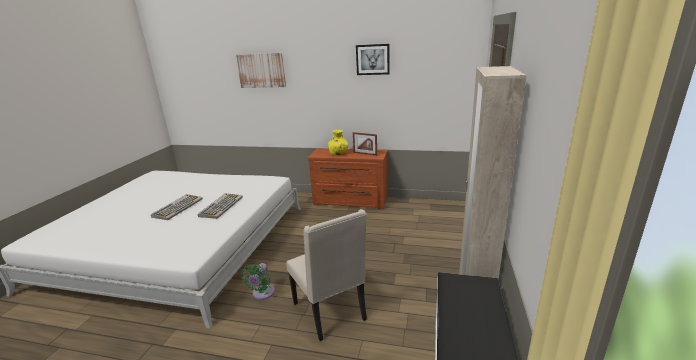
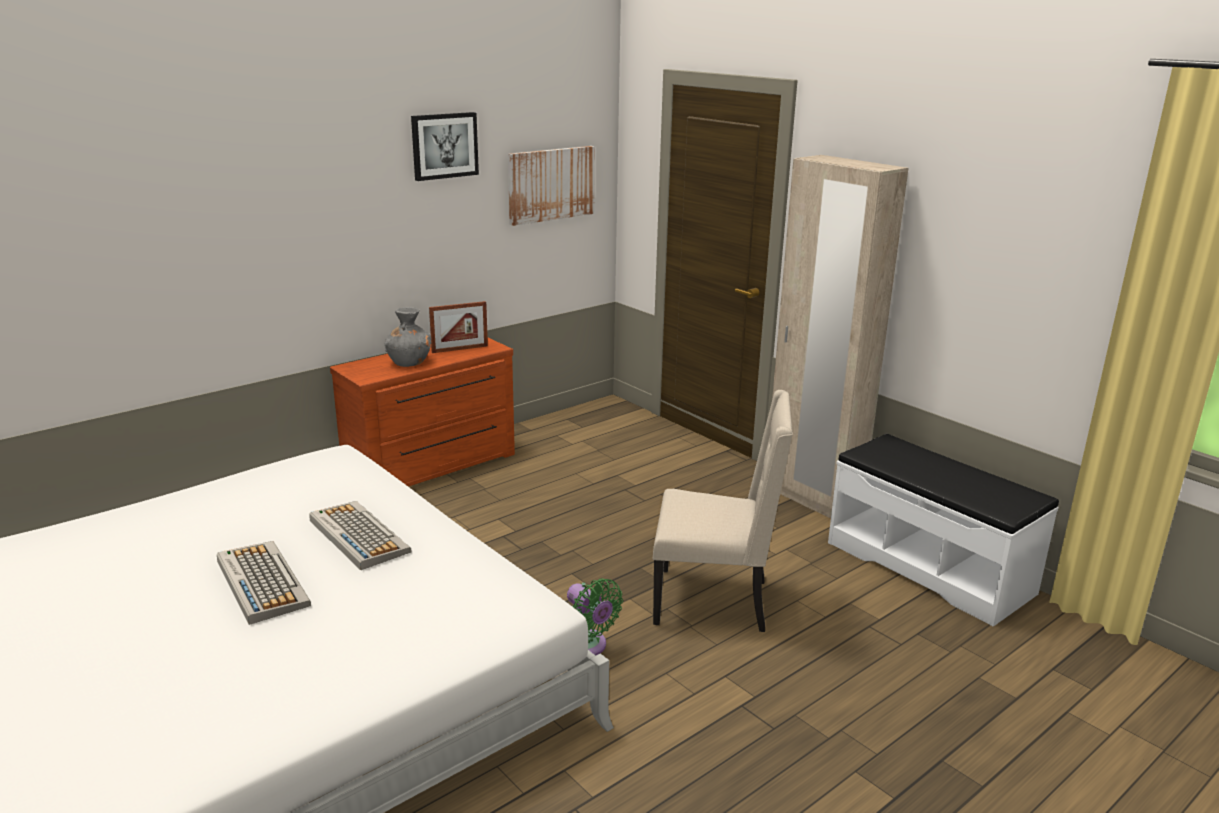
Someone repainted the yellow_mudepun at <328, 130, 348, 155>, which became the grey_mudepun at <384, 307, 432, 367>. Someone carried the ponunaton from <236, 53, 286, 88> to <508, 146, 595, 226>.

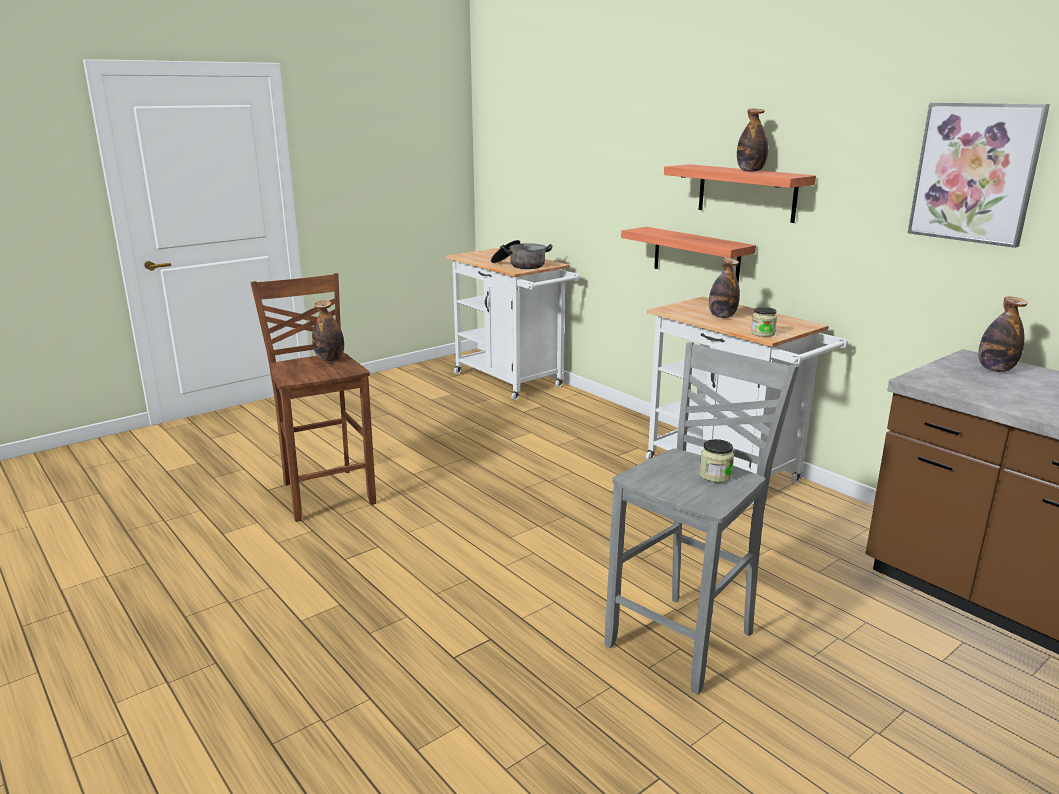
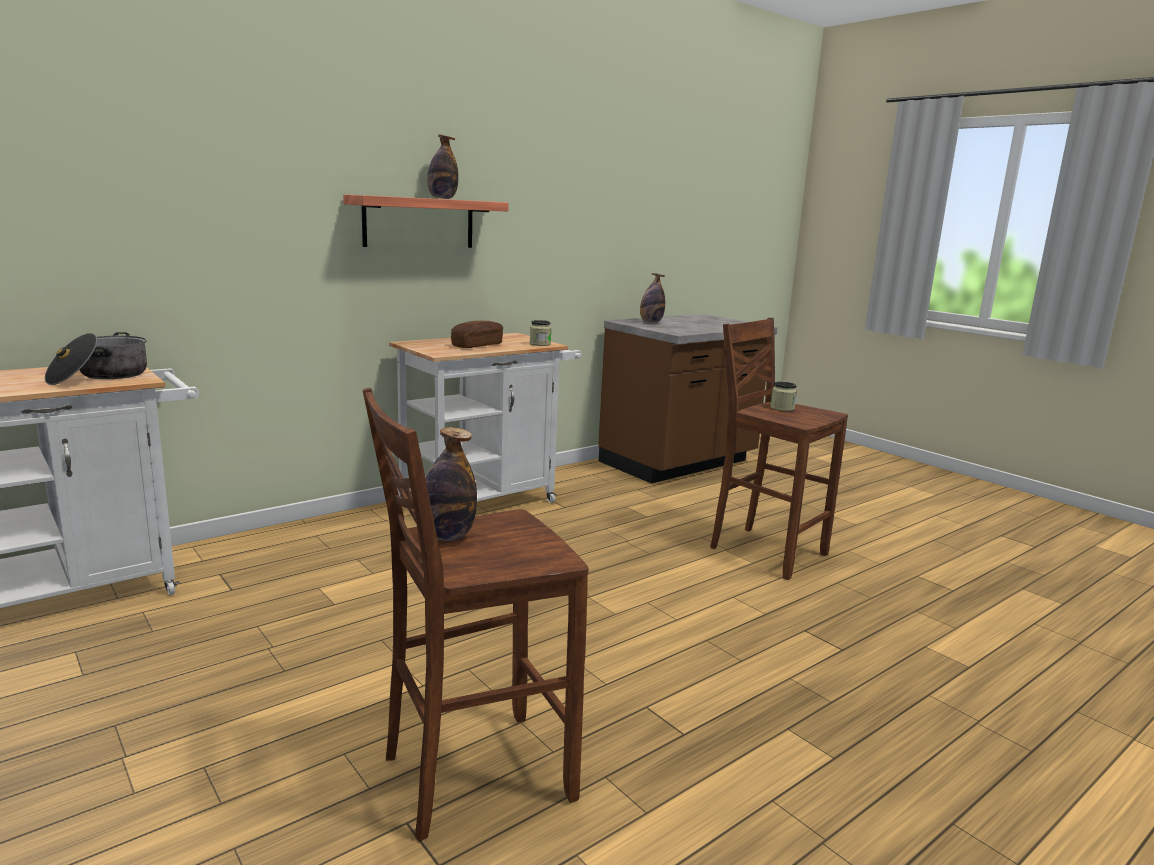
Someone swapped the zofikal at <709, 258, 740, 318> for the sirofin at <451, 321, 503, 348>. Someone repainted the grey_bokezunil at <604, 342, 799, 695>, which became the brown_bokezunil at <710, 318, 848, 580>. Someone took away the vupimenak at <621, 227, 756, 284>. Someone took away the ponunaton at <908, 103, 1050, 248>.

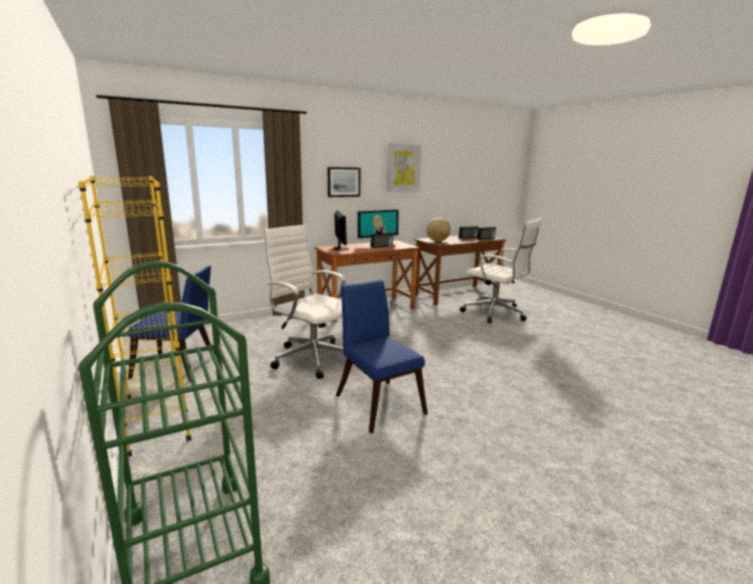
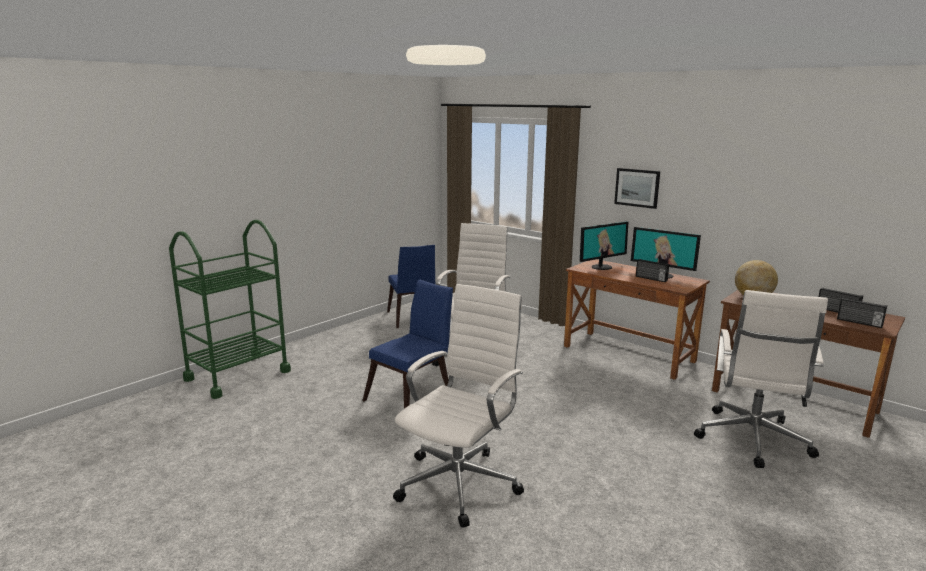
Someone put down the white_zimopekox at <393, 284, 524, 528>. Someone took away the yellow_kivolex at <78, 176, 191, 456>. Someone took away the ponunaton at <387, 143, 421, 192>.

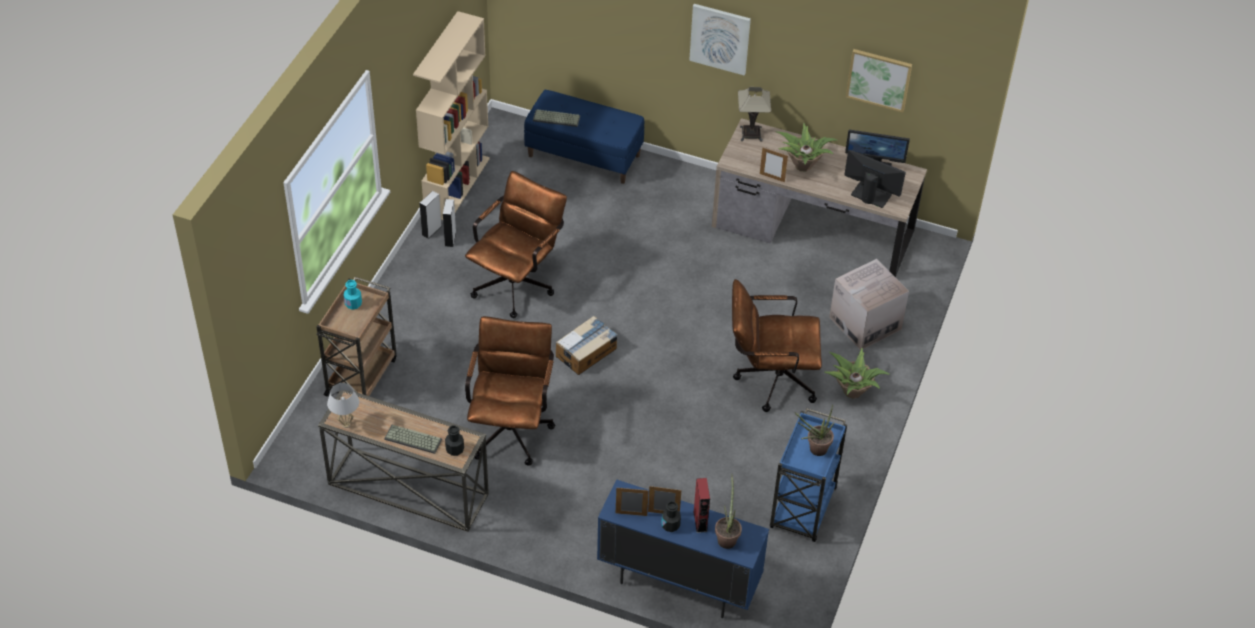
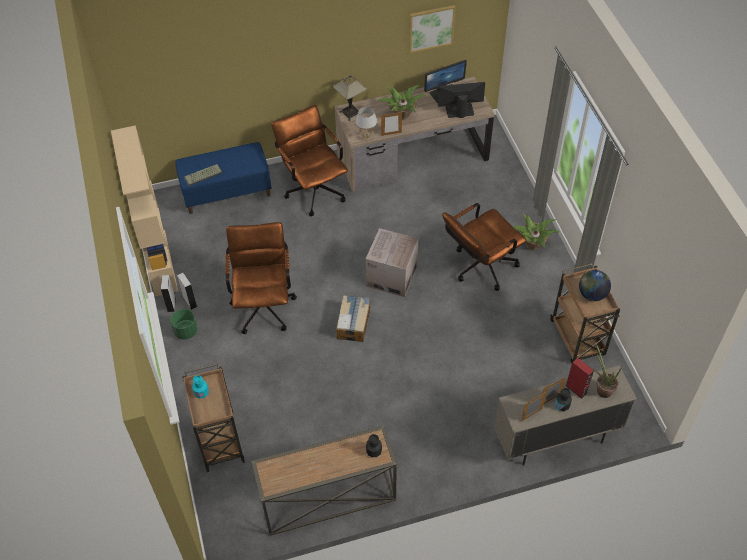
Someone put down the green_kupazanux at <170, 309, 198, 340>. Someone carried the brown_zimopekox from <465, 316, 556, 466> to <271, 105, 348, 216>. Someone carried the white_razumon from <327, 383, 359, 428> to <356, 107, 377, 140>. Someone carried the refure from <829, 259, 909, 350> to <366, 228, 418, 297>. Someone repainted the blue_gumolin at <597, 479, 769, 618>, which became the beige_gumolin at <494, 365, 637, 465>. Someone repainted the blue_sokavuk at <770, 408, 847, 542>, which became the brown_sokavuk at <550, 263, 620, 363>. Someone swapped the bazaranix at <794, 404, 834, 456> for the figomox at <579, 270, 611, 301>. Someone took away the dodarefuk at <384, 425, 442, 454>. Someone took away the ponunaton at <689, 4, 751, 75>.

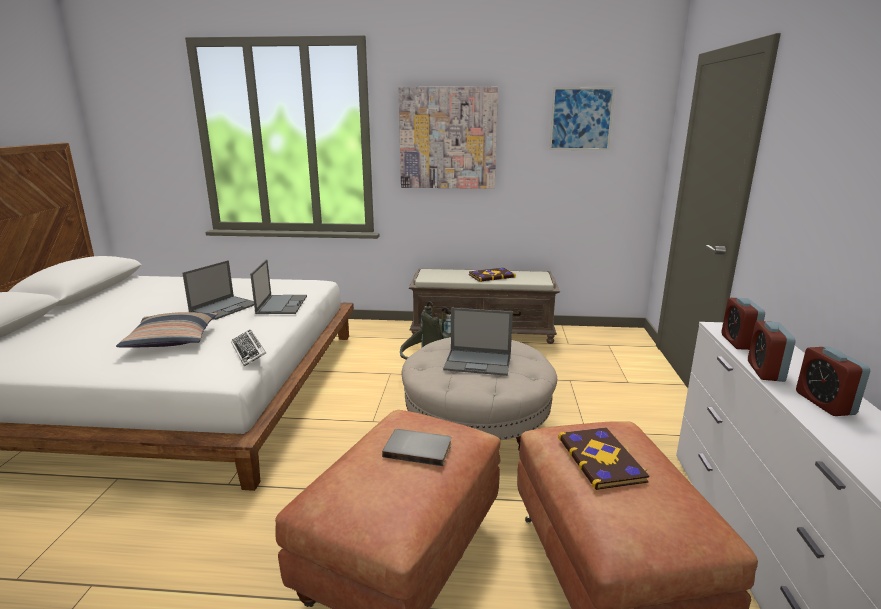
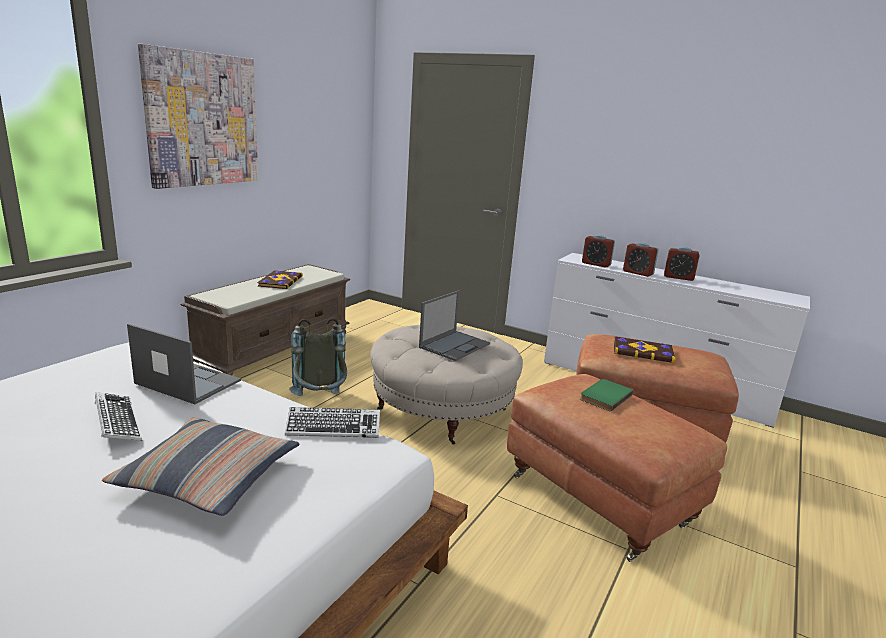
Someone swapped the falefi at <182, 260, 254, 320> for the dodarefuk at <95, 392, 142, 441>. Someone repainted the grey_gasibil at <382, 429, 451, 466>, which became the green_gasibil at <580, 379, 634, 412>. Someone took away the ponunaton at <549, 87, 615, 150>.

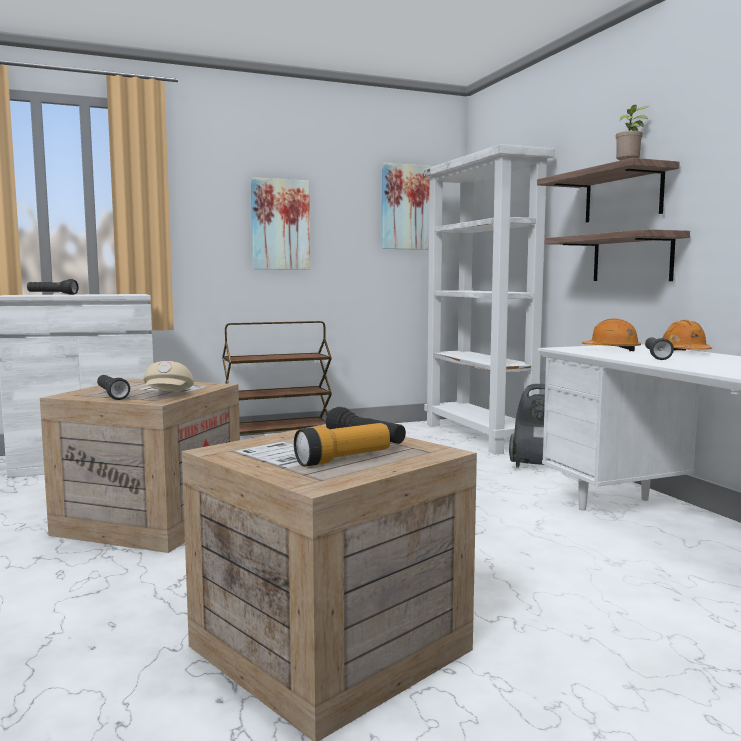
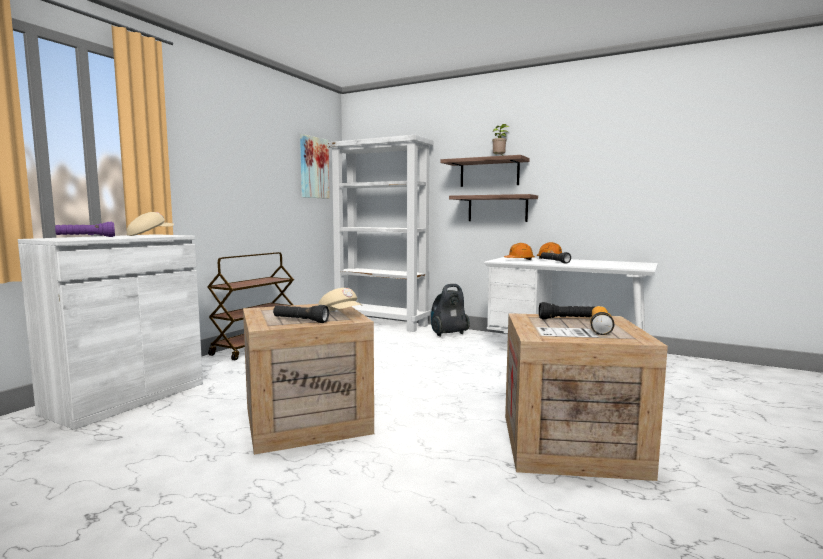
Someone repainted the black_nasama at <27, 279, 78, 295>, which became the purple_nasama at <55, 222, 115, 237>. Someone put down the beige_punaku at <127, 212, 174, 236>. Someone took away the ponunaton at <251, 177, 310, 270>.

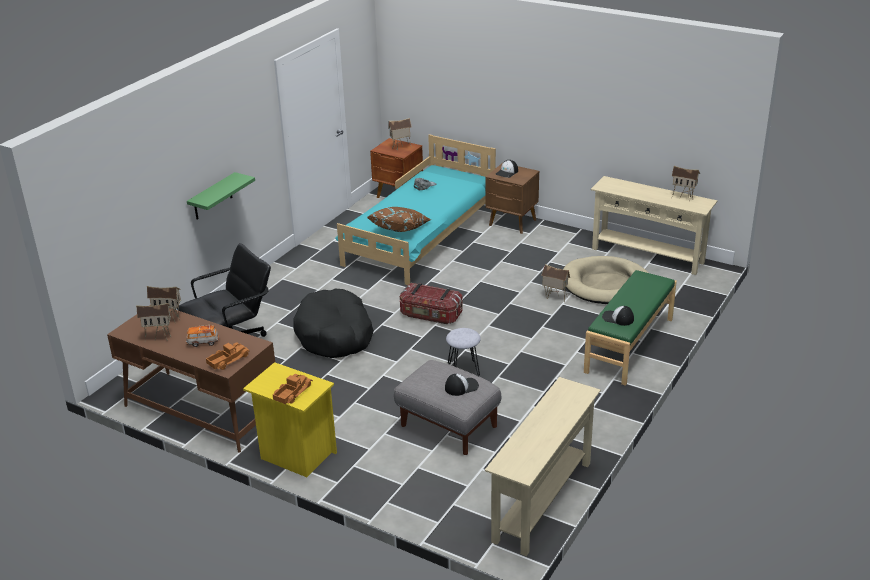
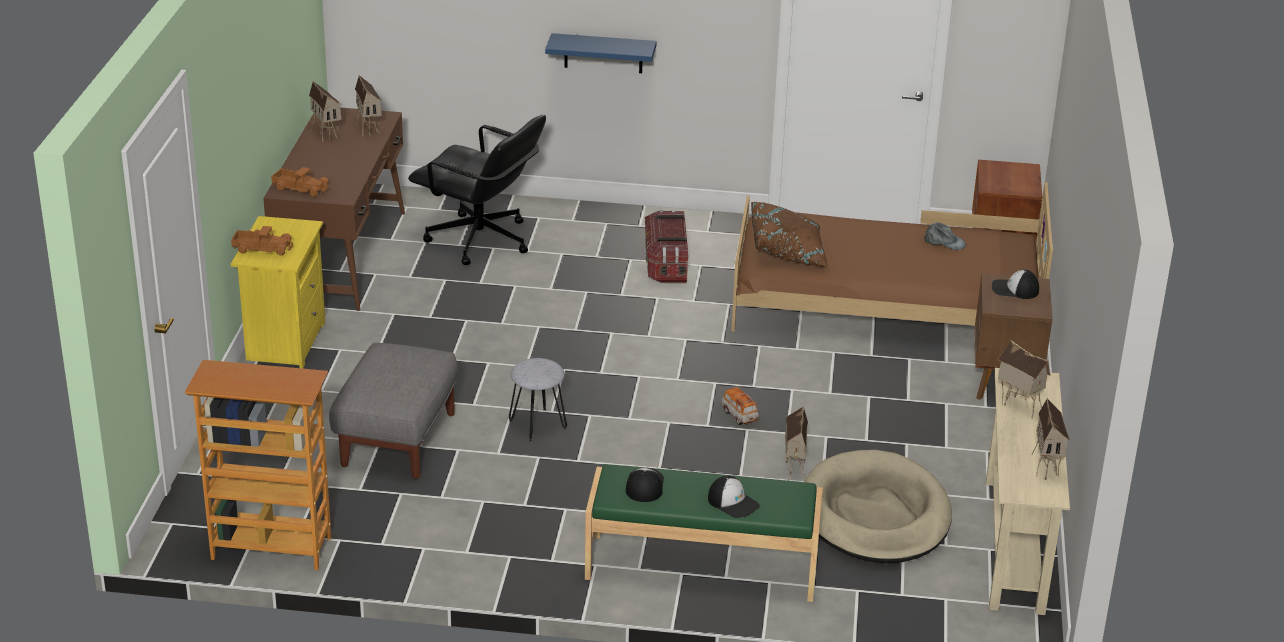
Someone swapped the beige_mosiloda at <485, 377, 601, 556> for the kivolex at <185, 360, 331, 570>. Someone repainted the green_vupimenak at <187, 172, 255, 220>, which became the blue_vupimenak at <545, 33, 657, 73>. Someone carried the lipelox from <400, 283, 463, 324> to <645, 210, 689, 283>. Someone carried the punaku from <445, 374, 479, 396> to <708, 475, 760, 518>. Someone carried the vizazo from <186, 325, 219, 347> to <721, 387, 759, 425>. Someone repainted the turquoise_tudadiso at <335, 134, 496, 285>, which became the brown_tudadiso at <731, 182, 1053, 331>. Someone carried the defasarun from <388, 118, 412, 151> to <998, 340, 1050, 419>. Someone took away the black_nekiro at <293, 289, 374, 358>.

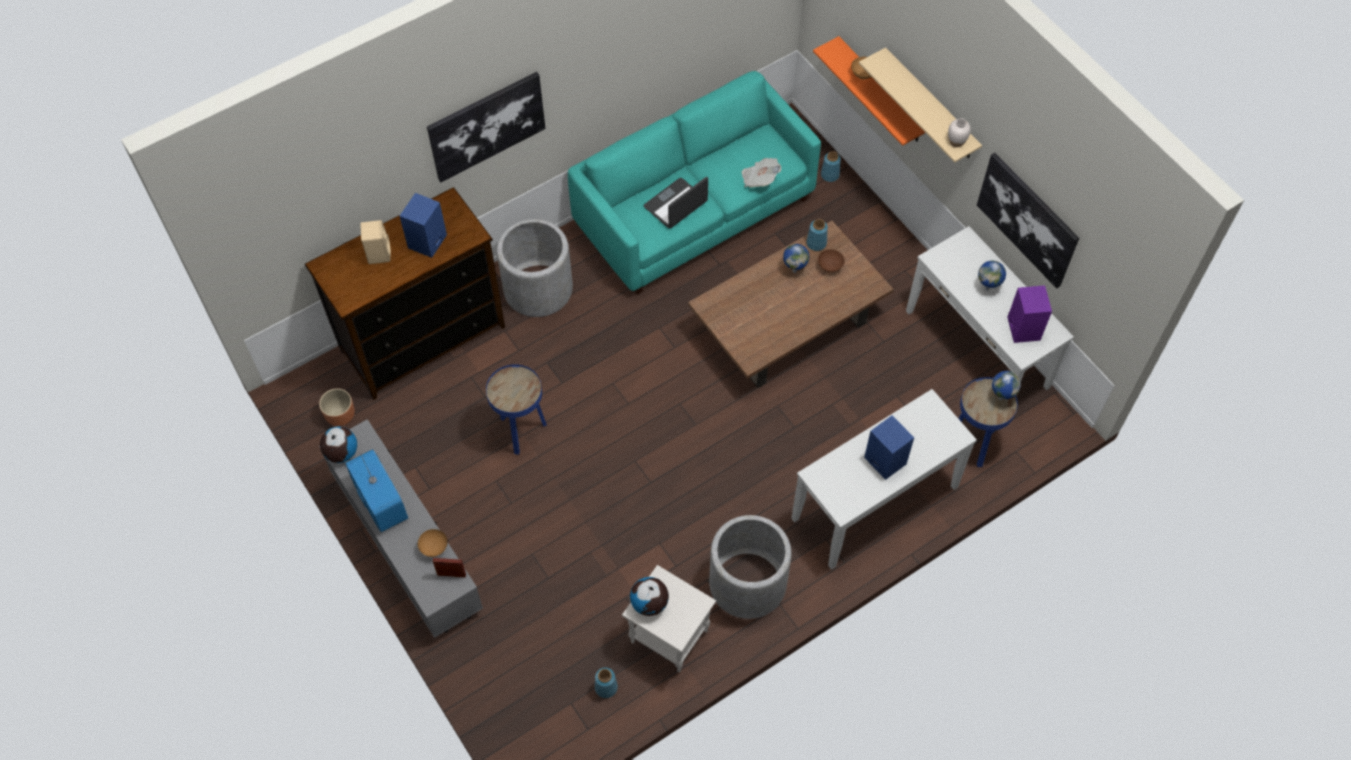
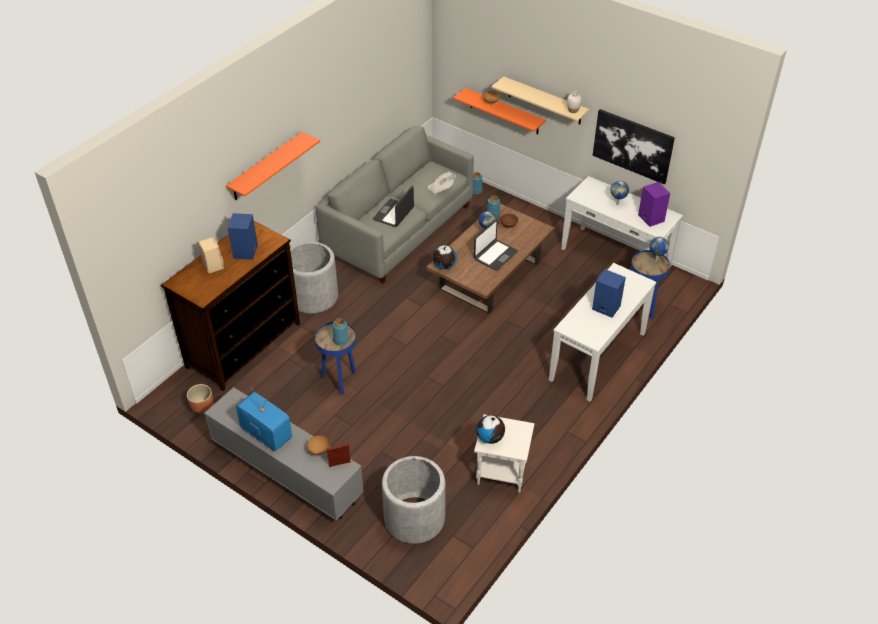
Someone swapped the ponunaton at <427, 72, 546, 182> for the orange_vupimenak at <226, 132, 320, 200>. Someone repainted the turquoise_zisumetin at <568, 71, 821, 295>, which became the grey_zisumetin at <316, 126, 474, 283>. Someone carried the blue_mudepun from <595, 668, 618, 698> to <333, 318, 349, 346>. Someone carried the grey_kupazanux from <709, 515, 792, 619> to <382, 456, 445, 544>. Someone carried the figomox from <320, 426, 357, 463> to <433, 245, 457, 269>. Someone put down the falefi at <474, 219, 518, 271>.

